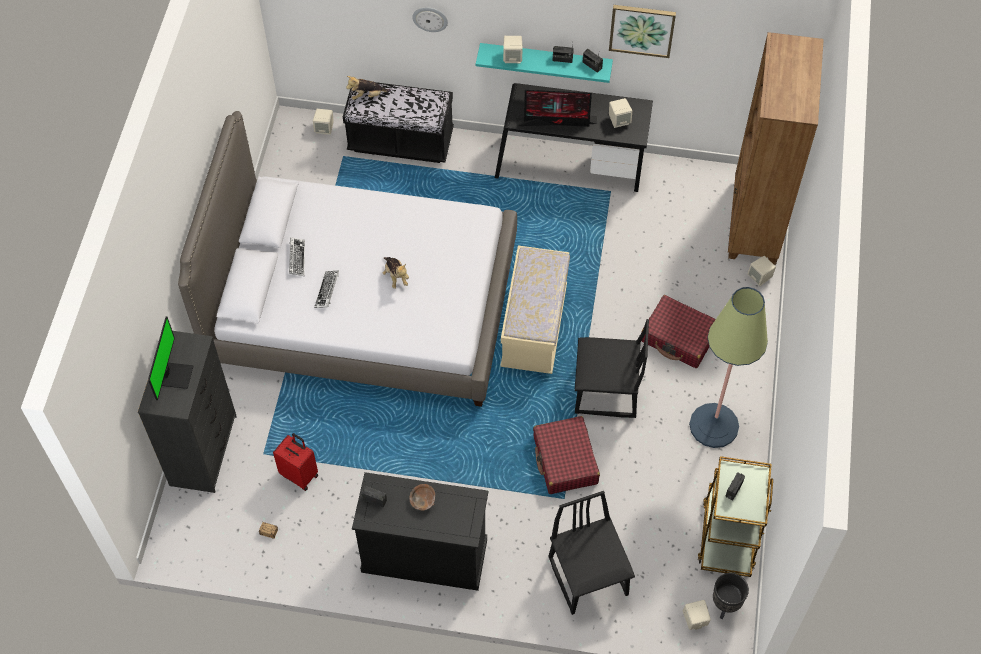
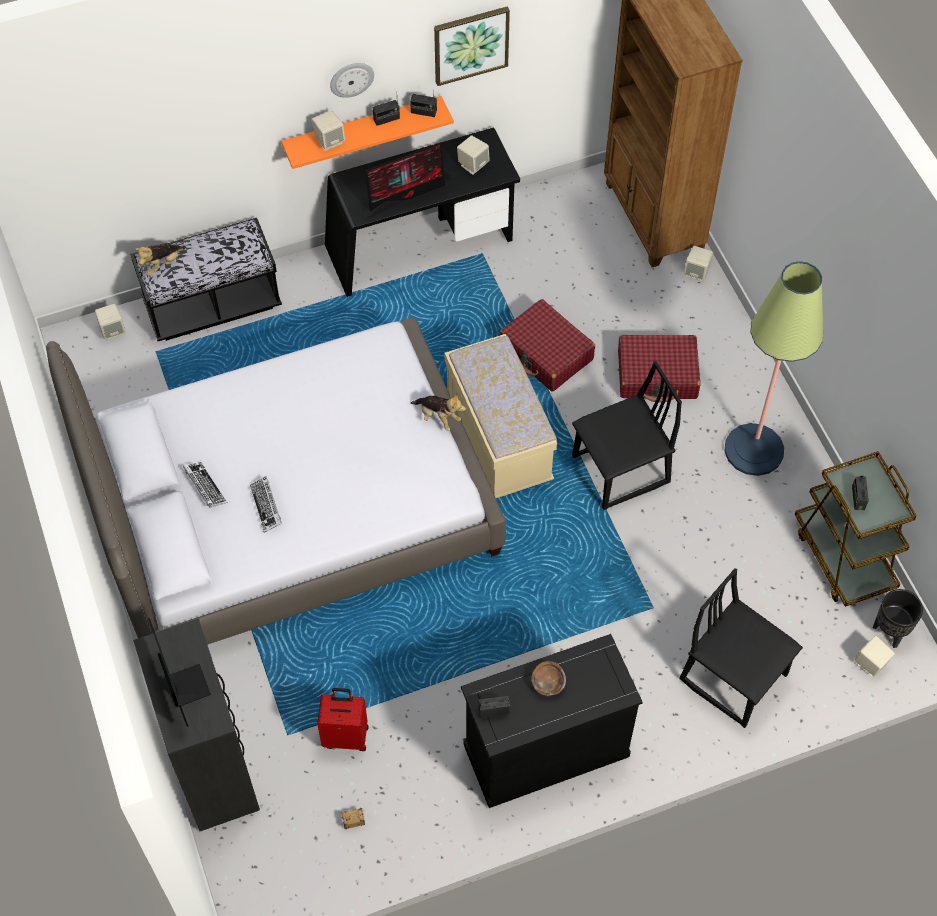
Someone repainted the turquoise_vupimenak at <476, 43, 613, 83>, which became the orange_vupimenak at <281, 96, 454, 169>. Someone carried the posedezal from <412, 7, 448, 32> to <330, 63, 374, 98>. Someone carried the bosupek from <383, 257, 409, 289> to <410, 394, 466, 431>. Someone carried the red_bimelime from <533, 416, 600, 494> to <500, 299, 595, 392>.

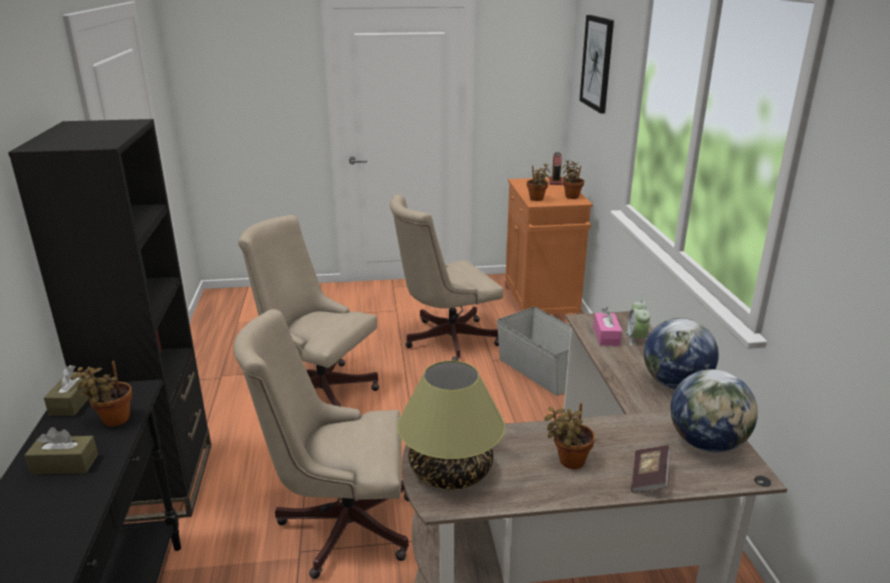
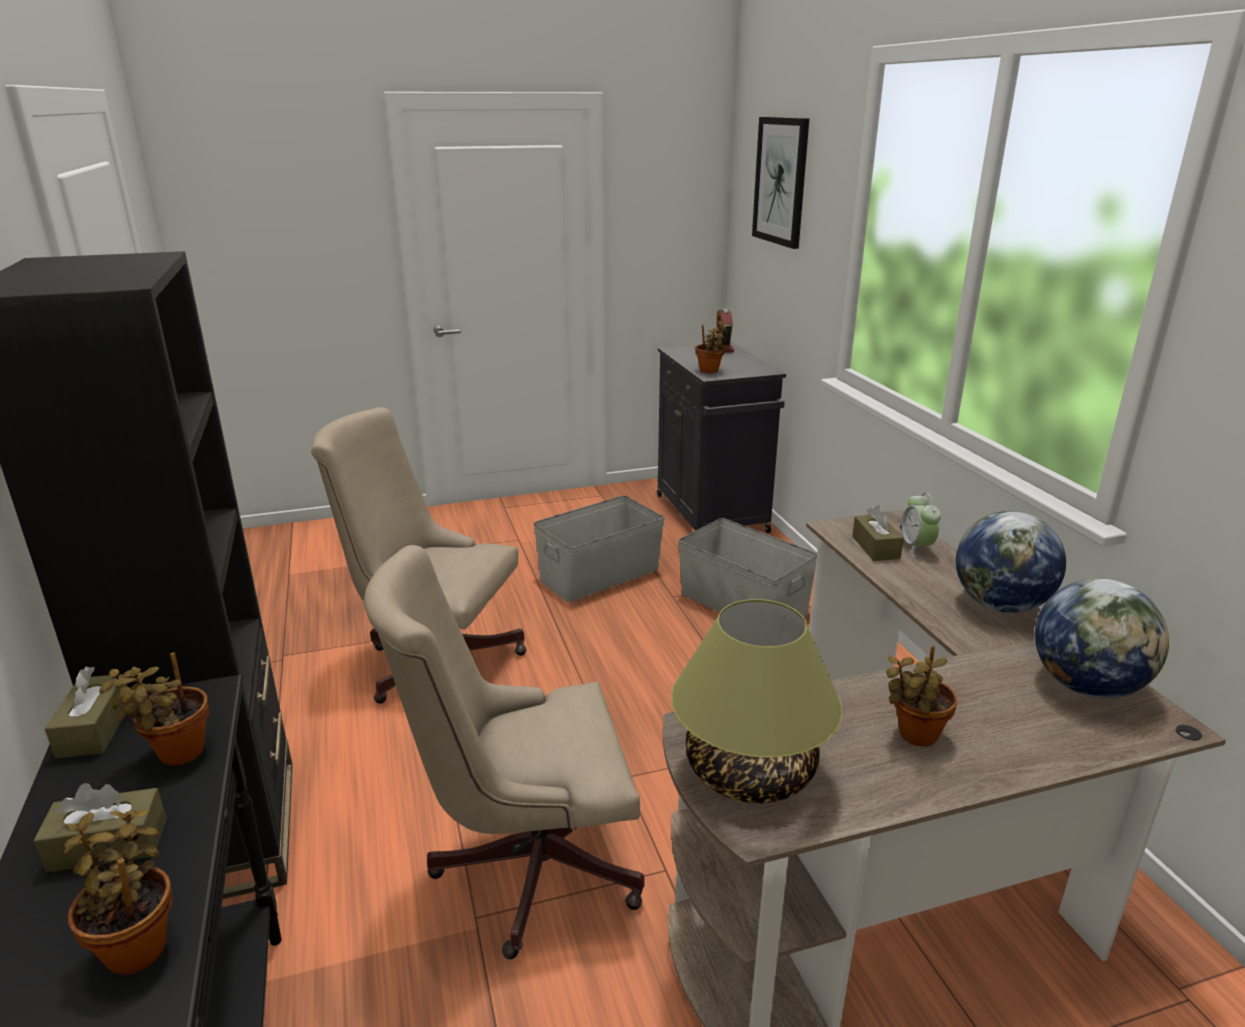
Someone carried the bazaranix from <563, 160, 584, 199> to <64, 810, 172, 975>. Someone swapped the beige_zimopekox at <390, 194, 503, 361> for the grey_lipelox at <533, 495, 665, 602>. Someone repainted the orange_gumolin at <505, 177, 593, 314>, which became the black_gumolin at <657, 342, 786, 533>. Someone repainted the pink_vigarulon at <594, 307, 622, 346>, which became the brown_vigarulon at <852, 505, 904, 561>. Someone took away the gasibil at <631, 445, 671, 493>.

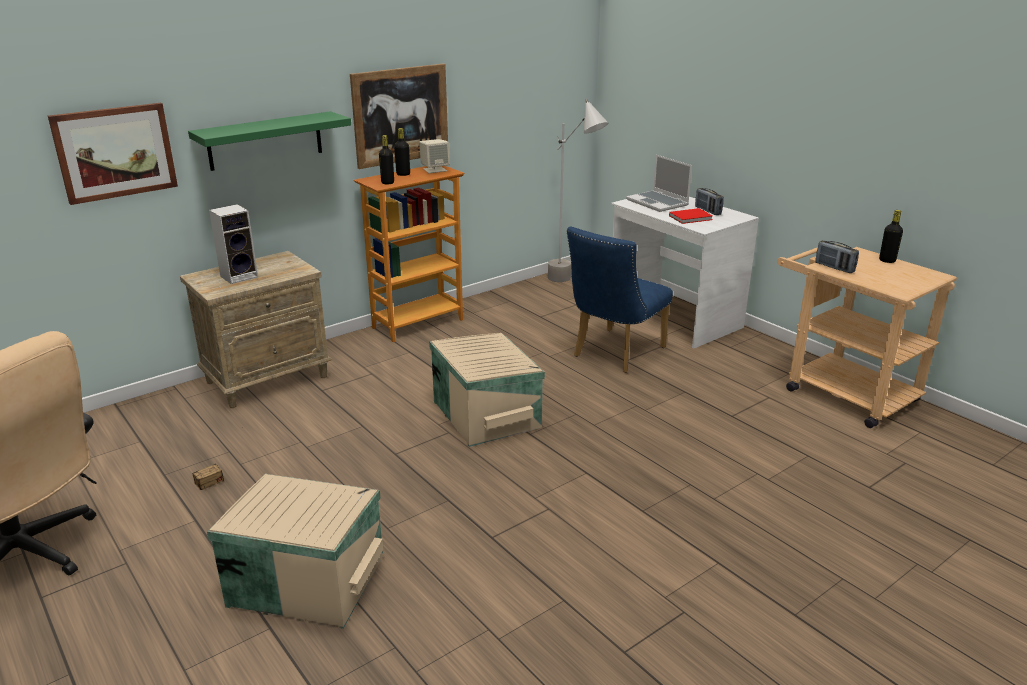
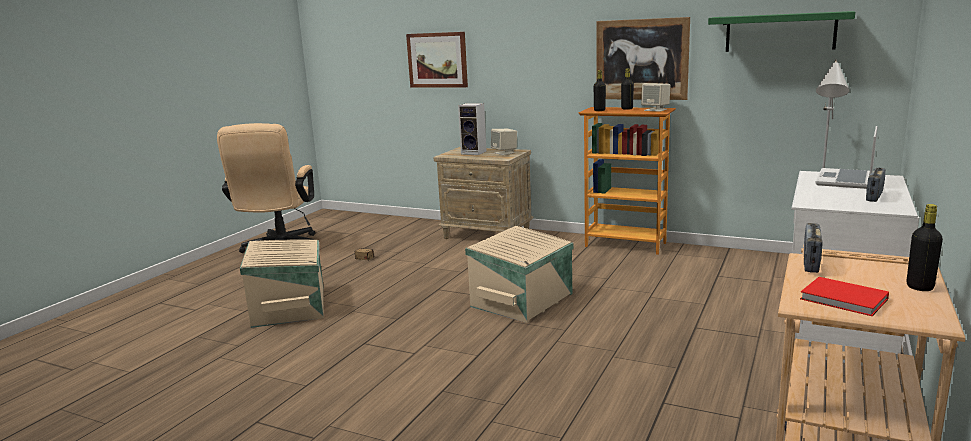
Someone put down the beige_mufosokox at <491, 129, 517, 155>. Someone carried the green_vupimenak from <188, 111, 351, 171> to <708, 11, 855, 52>. Someone carried the red_gasibil from <669, 208, 713, 224> to <800, 277, 889, 316>. Someone took away the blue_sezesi at <567, 227, 673, 373>.

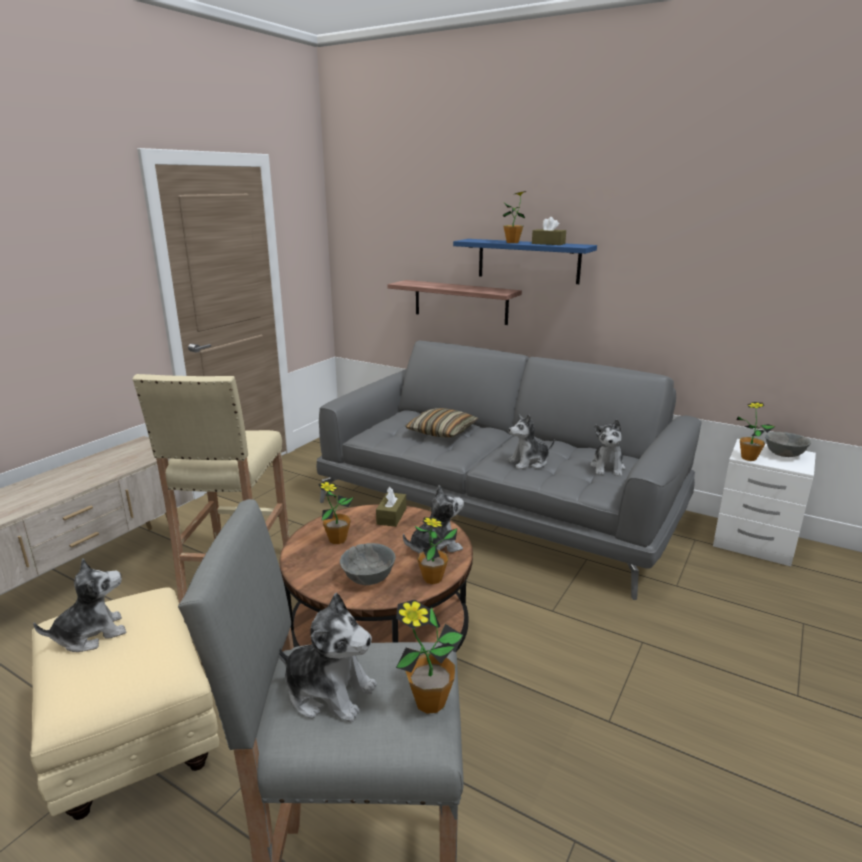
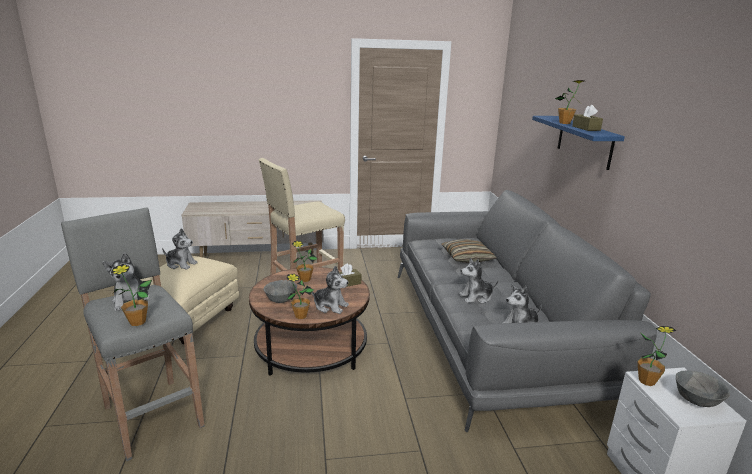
Someone rotated the bosupek at <508, 414, 555, 470> by 45 degrees counterclockwise. Someone took away the vupimenak at <387, 280, 522, 325>.

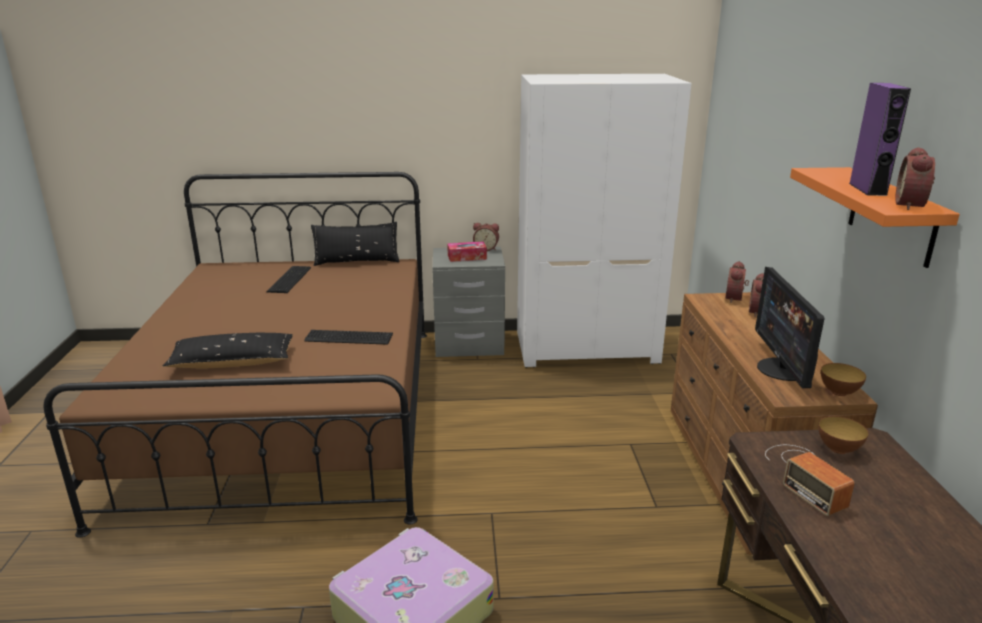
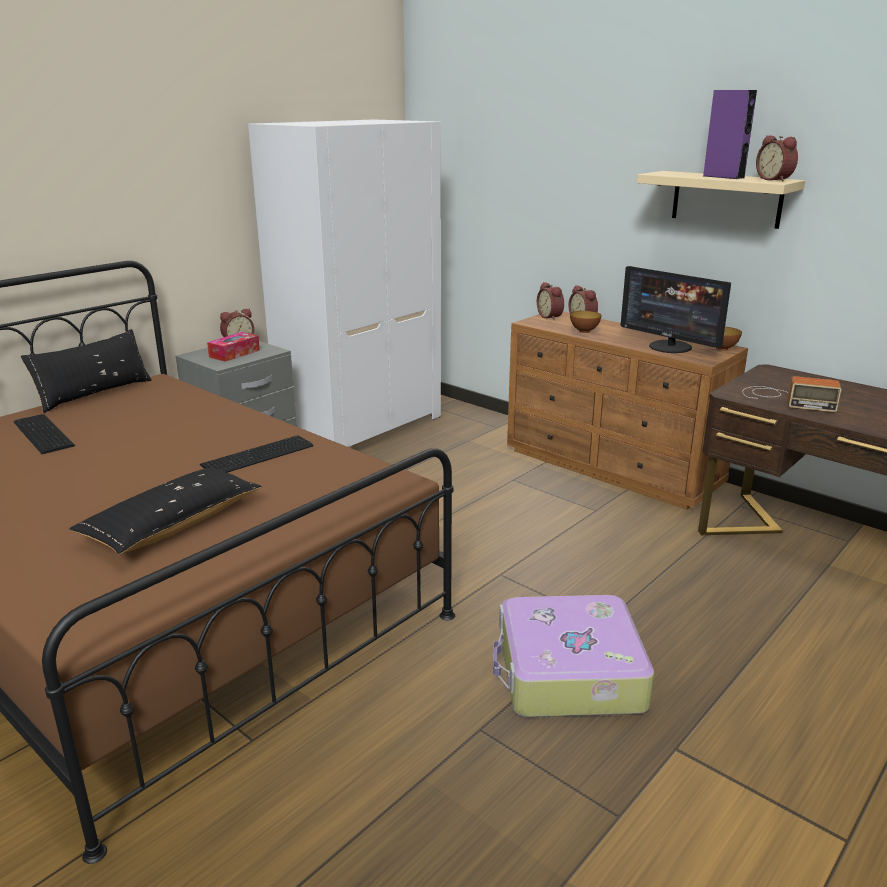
Someone carried the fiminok from <818, 416, 868, 454> to <570, 311, 601, 333>. Someone repainted the orange_vupimenak at <790, 167, 960, 268>, which became the beige_vupimenak at <637, 171, 805, 229>.

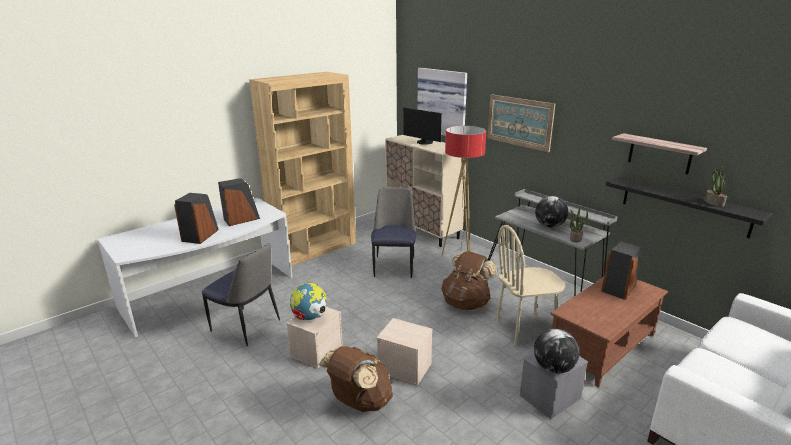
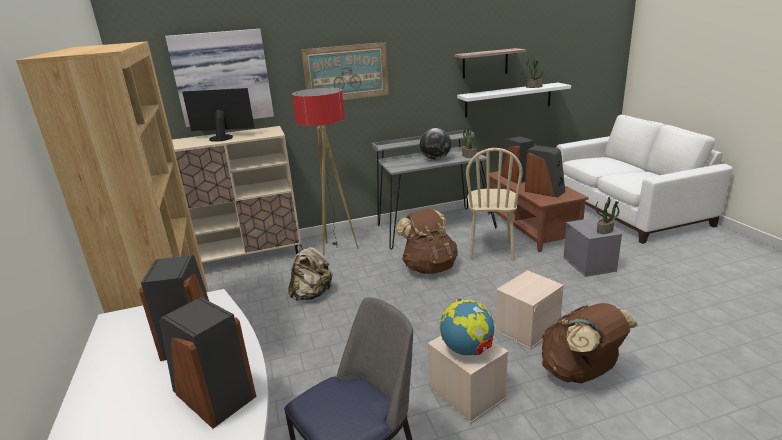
Someone rotated the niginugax at <403, 107, 442, 145> by 150 degrees counterclockwise. Someone swapped the sezesi at <371, 187, 416, 278> for the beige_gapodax at <288, 244, 333, 301>. Someone repainted the black_vupimenak at <606, 177, 773, 239>, which became the white_vupimenak at <457, 83, 571, 117>. Someone put down the mufosokox at <525, 145, 565, 197>. Someone swapped the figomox at <534, 329, 579, 374> for the bazaranix at <595, 197, 619, 234>.

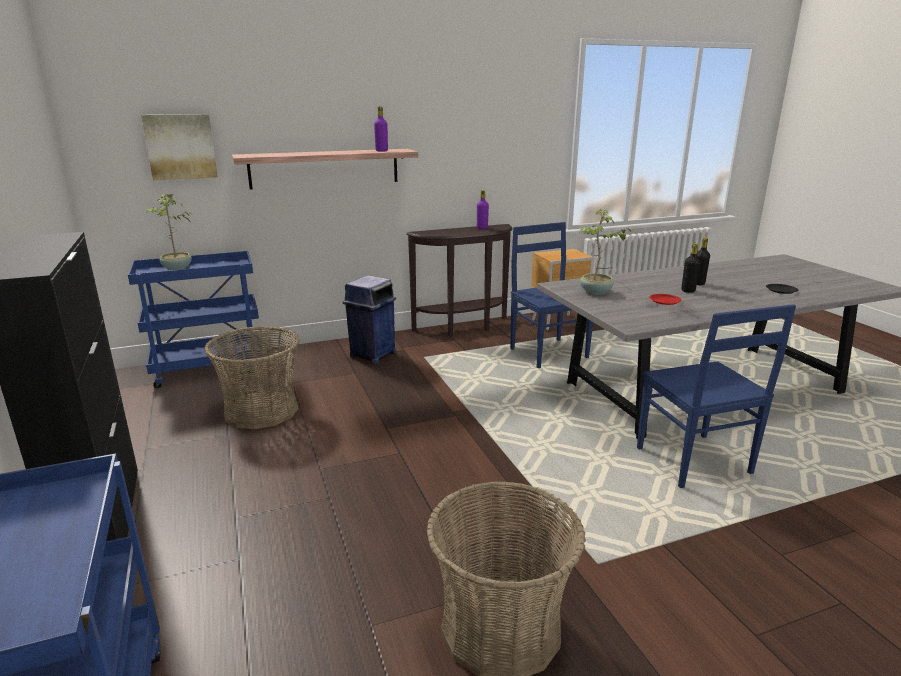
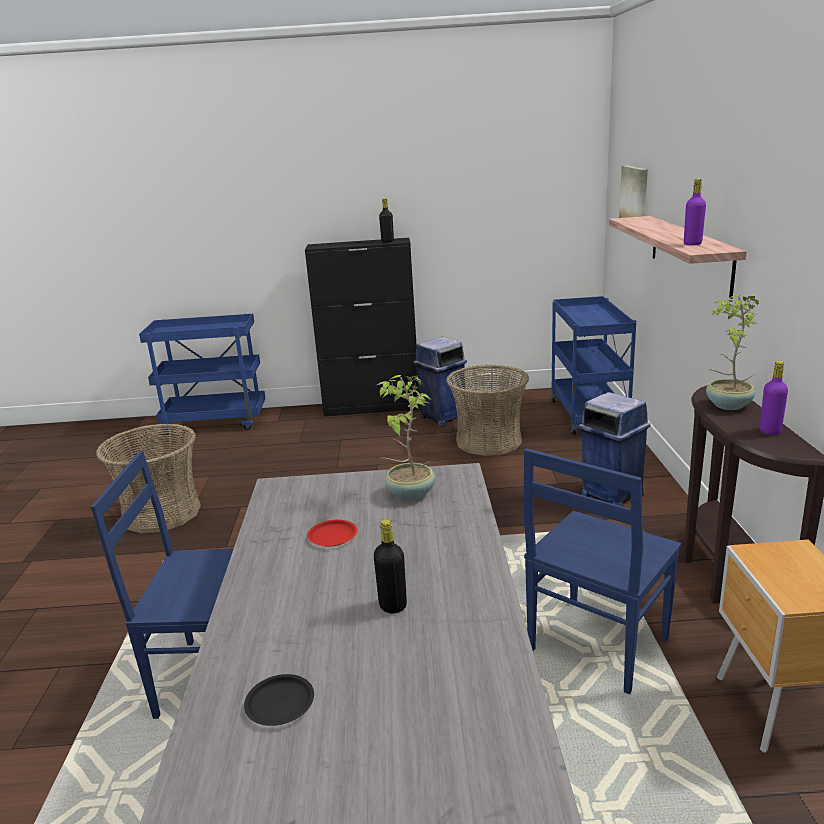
Someone carried the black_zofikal from <681, 243, 700, 293> to <379, 199, 394, 243>. Someone put down the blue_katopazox at <413, 337, 467, 427>. Someone rotated the blue_sezesi at <511, 222, 593, 368> by 135 degrees clockwise. Someone carried the bazaranix from <146, 194, 192, 270> to <706, 295, 760, 410>.

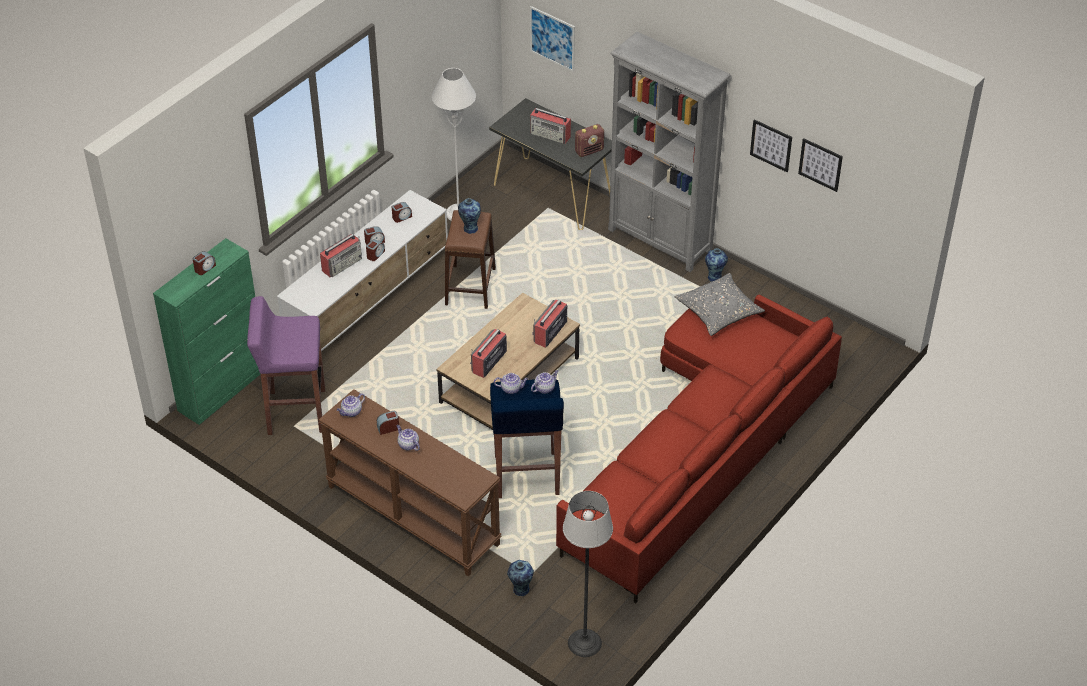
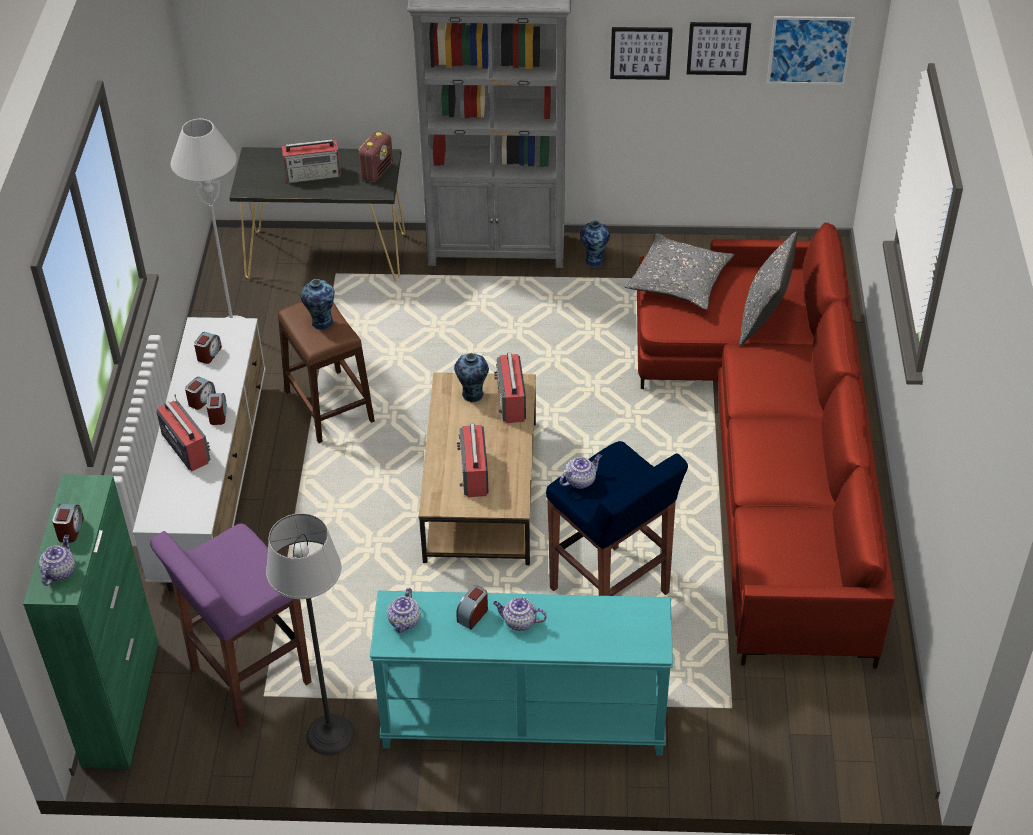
Someone carried the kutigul from <531, 370, 559, 394> to <39, 535, 75, 586>. Someone rotated the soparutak at <320, 234, 362, 277> by 45 degrees counterclockwise. Someone carried the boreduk from <563, 491, 613, 657> to <266, 513, 355, 755>. Someone repainted the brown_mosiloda at <319, 389, 501, 576>, which became the turquoise_mosiloda at <370, 591, 673, 756>. Someone carried the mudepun from <507, 560, 534, 596> to <454, 353, 489, 402>. Someone put down the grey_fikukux at <739, 232, 797, 346>. Someone carried the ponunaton from <530, 6, 575, 72> to <767, 16, 855, 85>.

